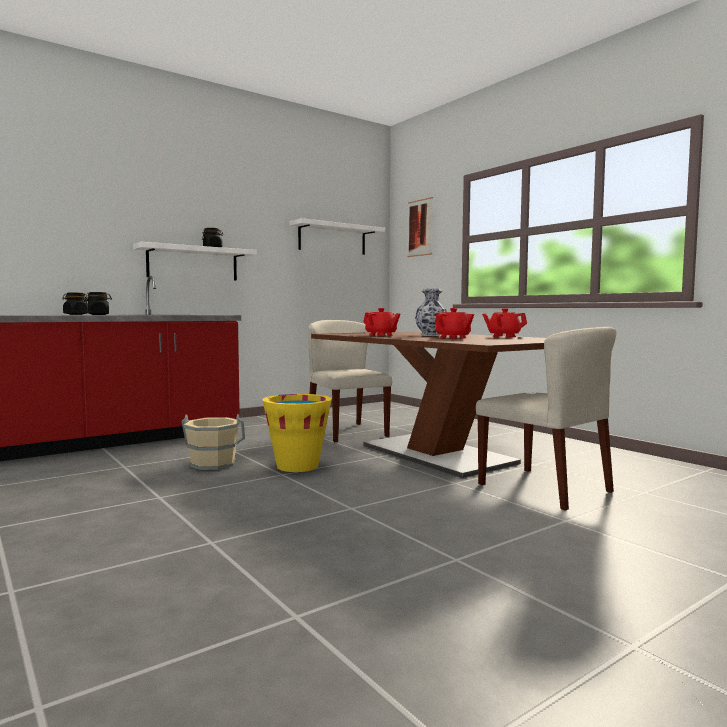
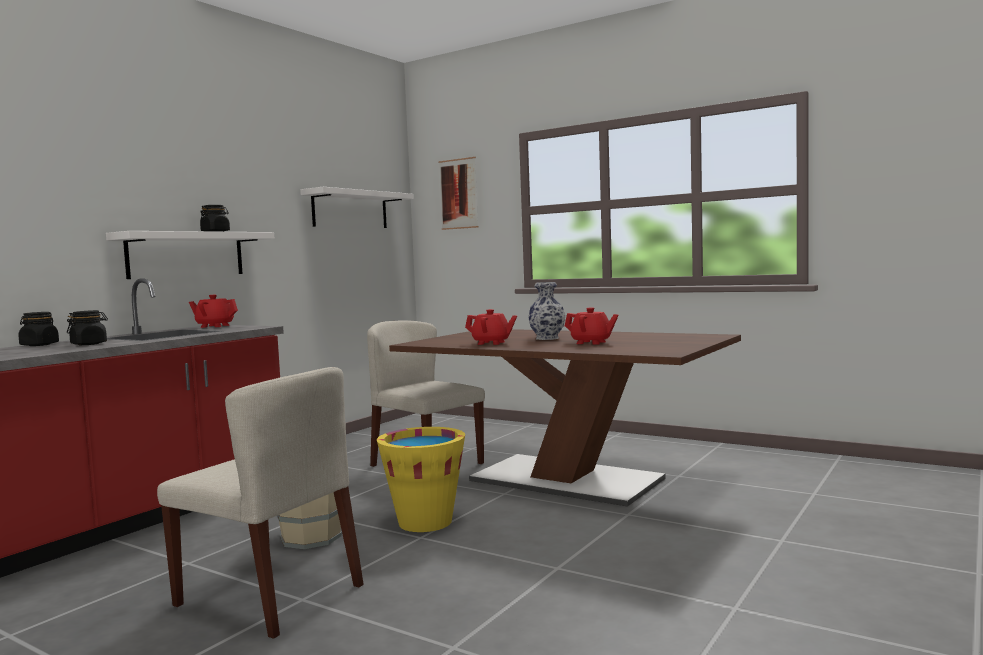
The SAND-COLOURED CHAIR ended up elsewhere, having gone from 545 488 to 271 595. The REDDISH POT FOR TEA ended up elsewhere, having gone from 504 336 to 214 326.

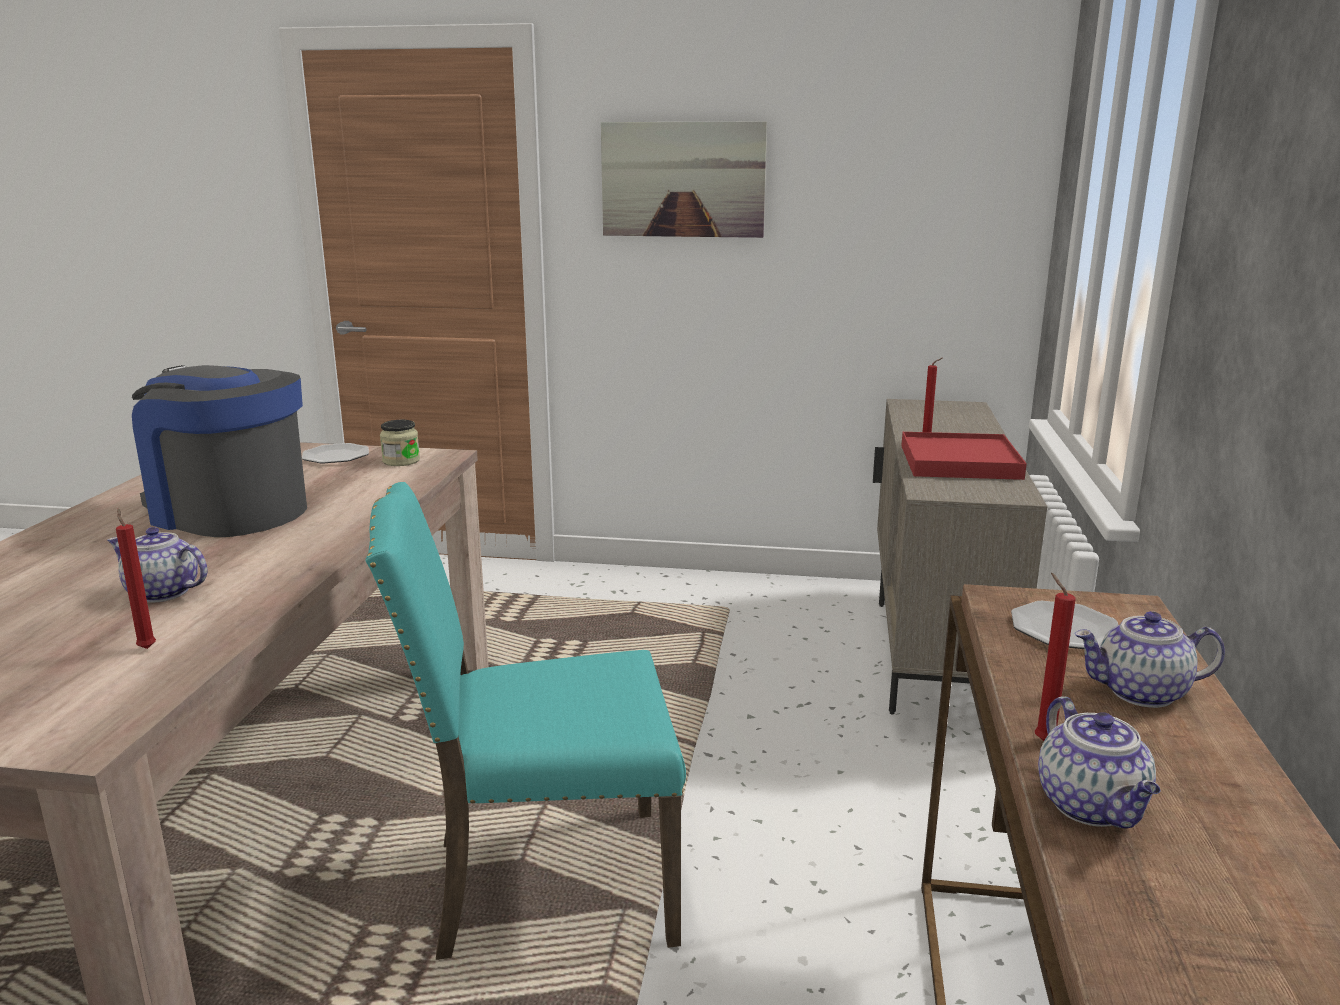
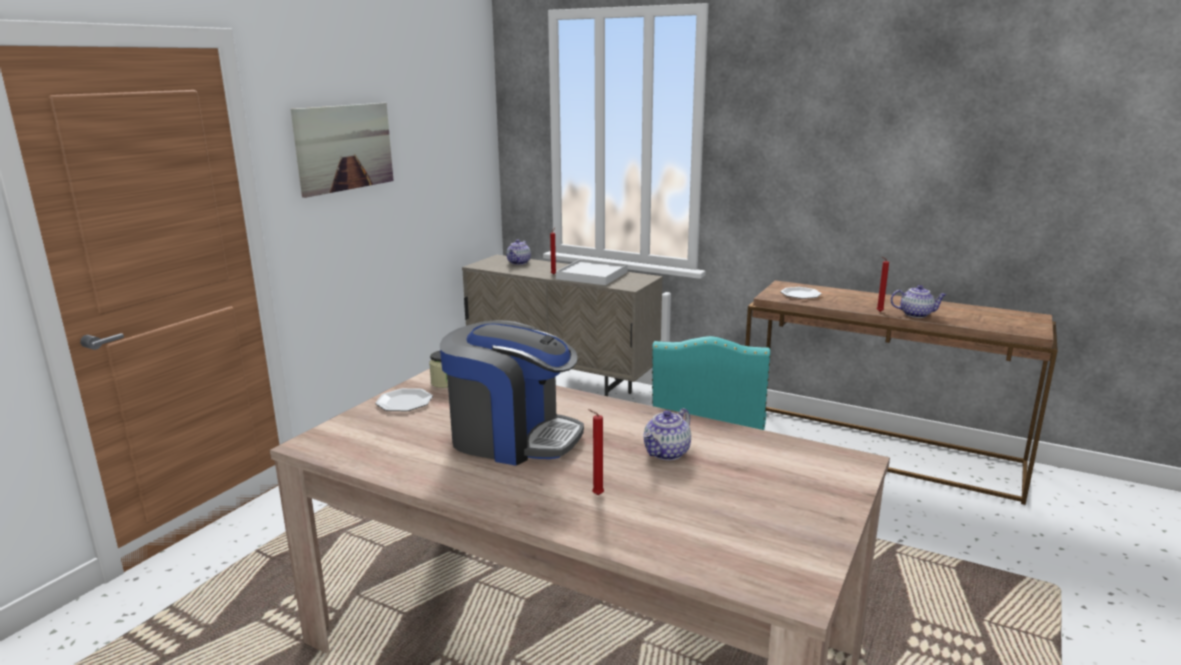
The REDDISH WAX LIGHT ended up elsewhere, having gone from 146 647 to 596 495. The COFFEE BREWER at 228 511 ended up facing another way, 120 degrees counterclockwise from before. What was the REDDISH CARRYING TRAY at 960 462 turned into the WHITE CARRYING TRAY at 592 275. The POT FOR TEA ended up elsewhere, having gone from 1140 693 to 519 263.

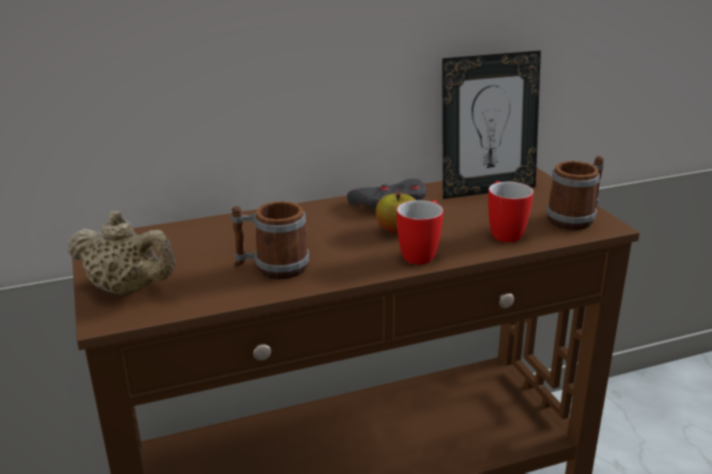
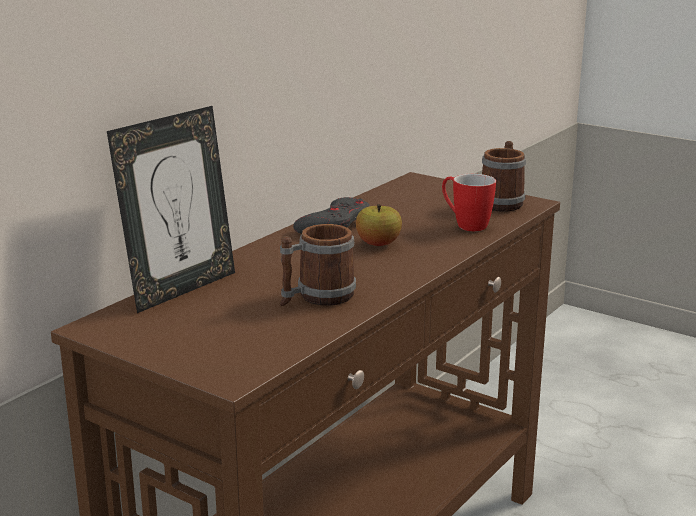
The second view lost the SAND-COLOURED POT FOR TEA at 128 290. The second view lost the COFFEE MUG at 422 254. The PICTURE FRAME ended up elsewhere, having gone from 486 189 to 181 289.

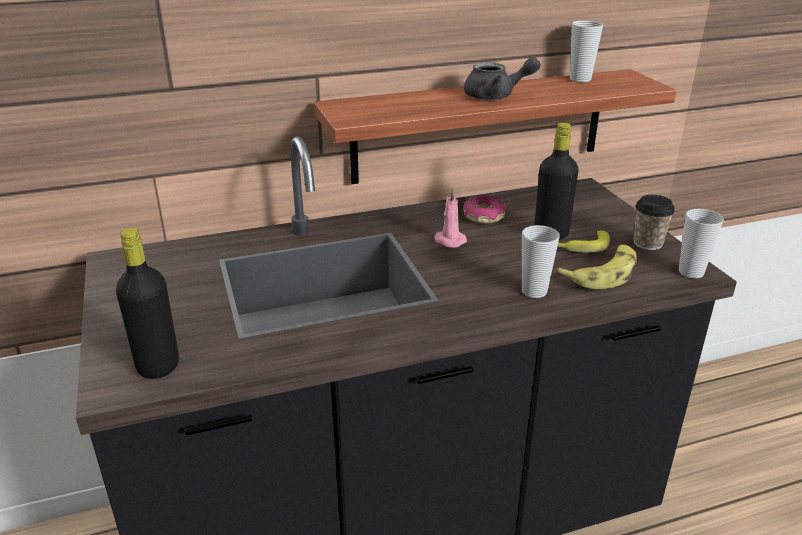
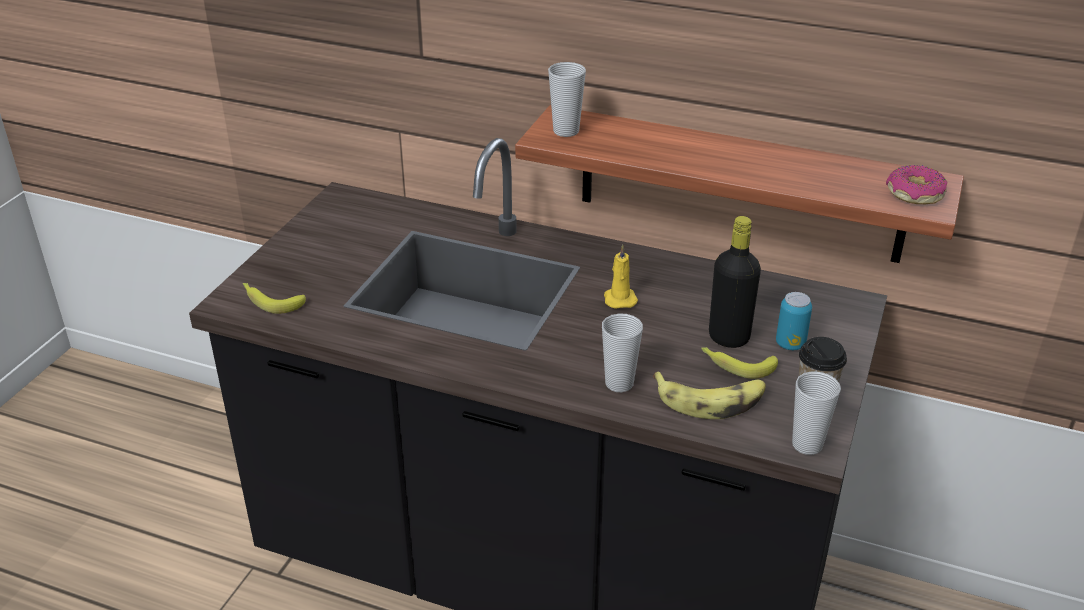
Where the BLACK-COLOURED DRINK BOTTLE stood at 158 366, the BANANA FRUIT came to stand at 271 301. What was the PINK WAX LIGHT at 449 240 turned into the YELLOW-COLOURED WAX LIGHT at 619 298. The DONUT ended up elsewhere, having gone from 483 217 to 914 194. The second view lost the GREY POT FOR TEA at 496 96. The SMALL CUP ended up elsewhere, having gone from 580 79 to 566 131. The second view gained the CAN at 790 344.

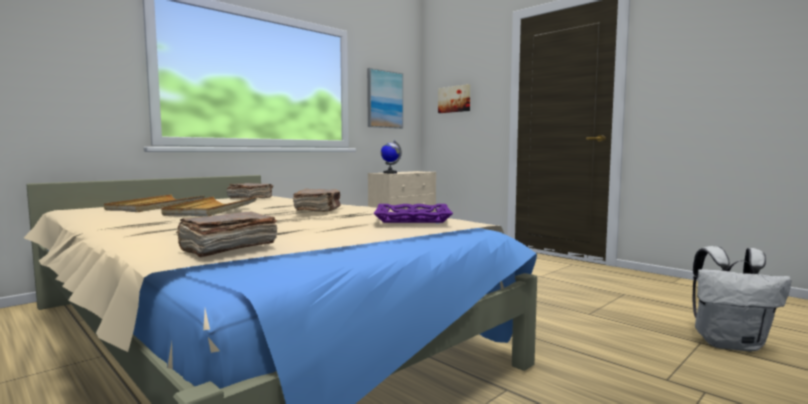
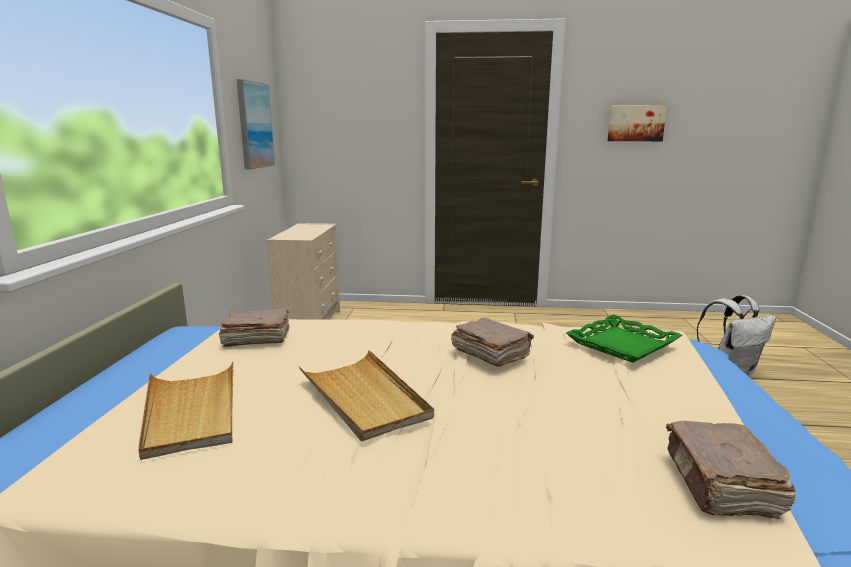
What was the PURPLE-COLOURED CARRYING TRAY at 413 218 turned into the GREENISH CARRYING TRAY at 621 344. The second view lost the DESK GLOBE at 390 173. The WALL PICTURE ended up elsewhere, having gone from 454 99 to 635 123.

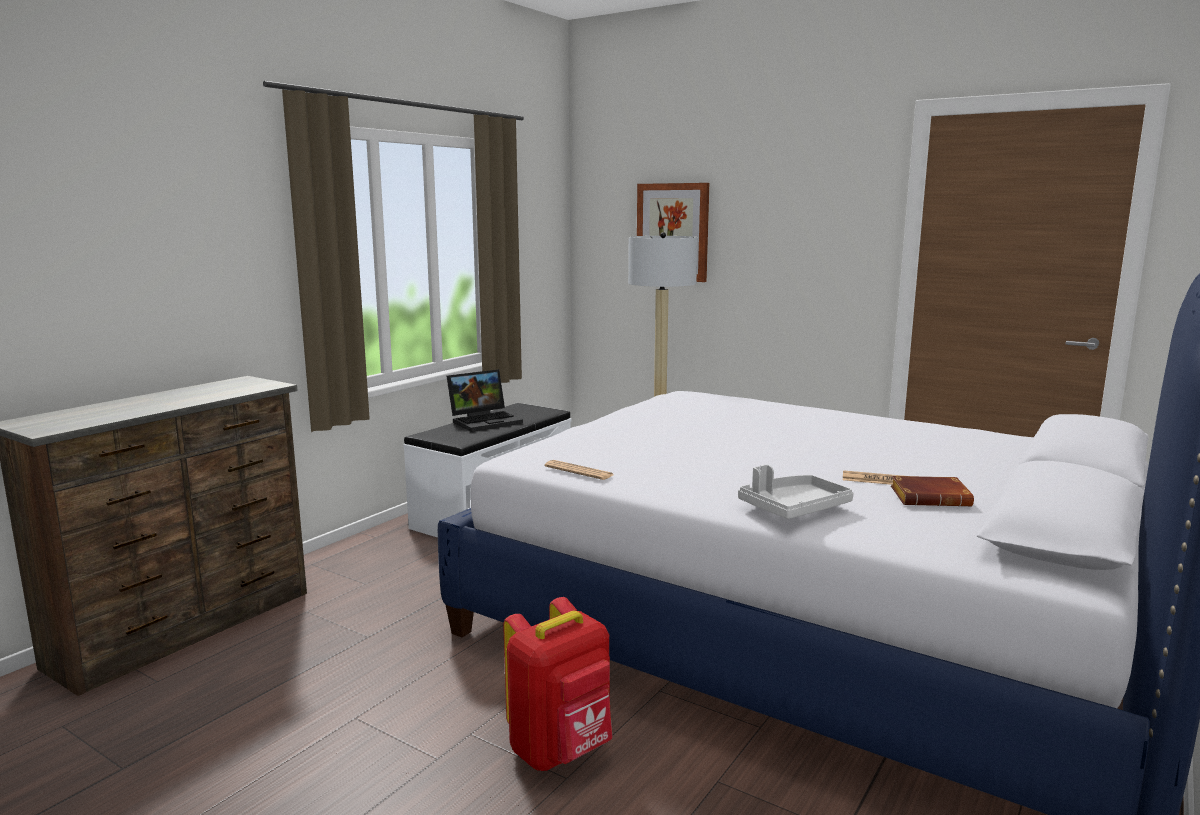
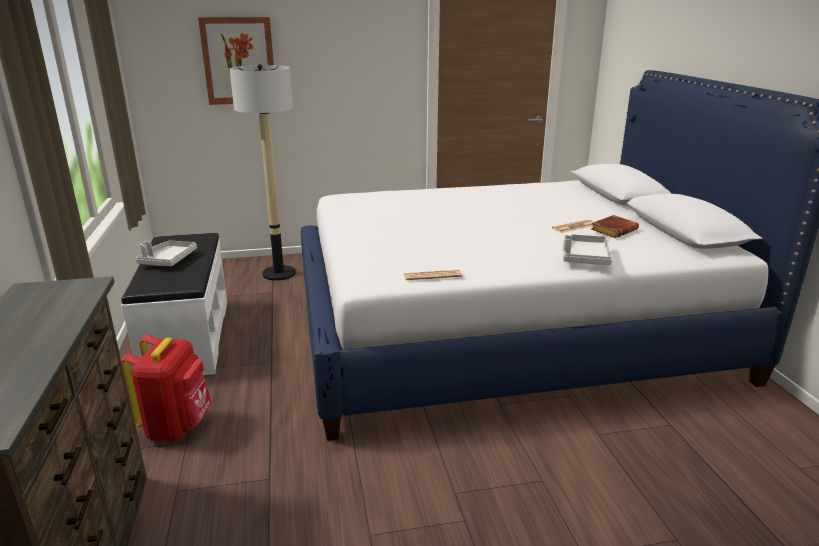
Where the NOTEBOOK COMPUTER stood at 486 421, the GREY CARRYING TRAY came to stand at 168 260. The REDDISH KNAPSACK ended up elsewhere, having gone from 562 750 to 177 426.

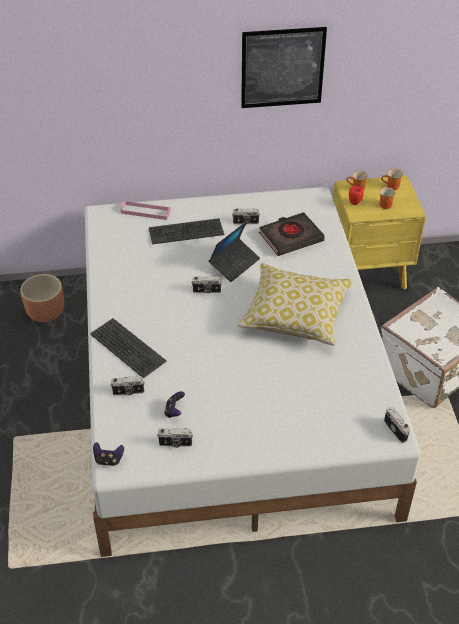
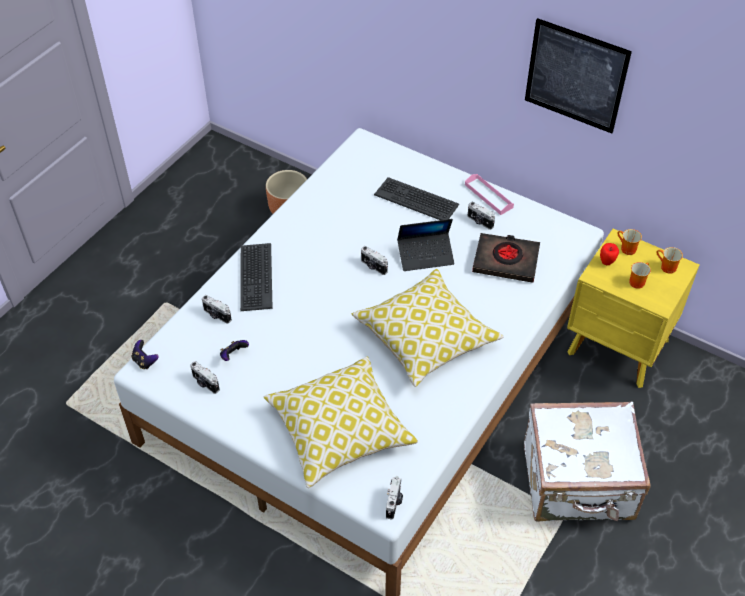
The PINK CARRYING TRAY ended up elsewhere, having gone from 145 212 to 488 196. The second view gained the PILLOW at 339 431.

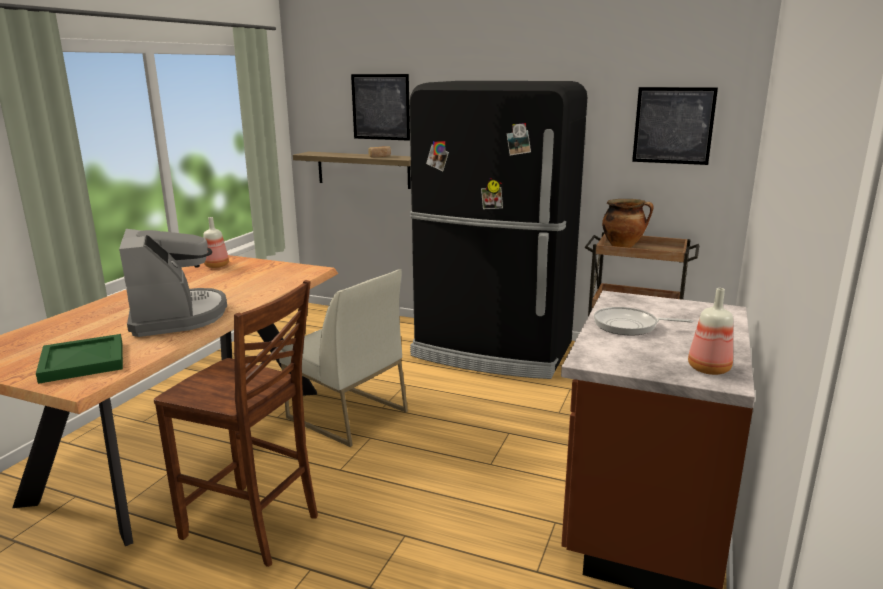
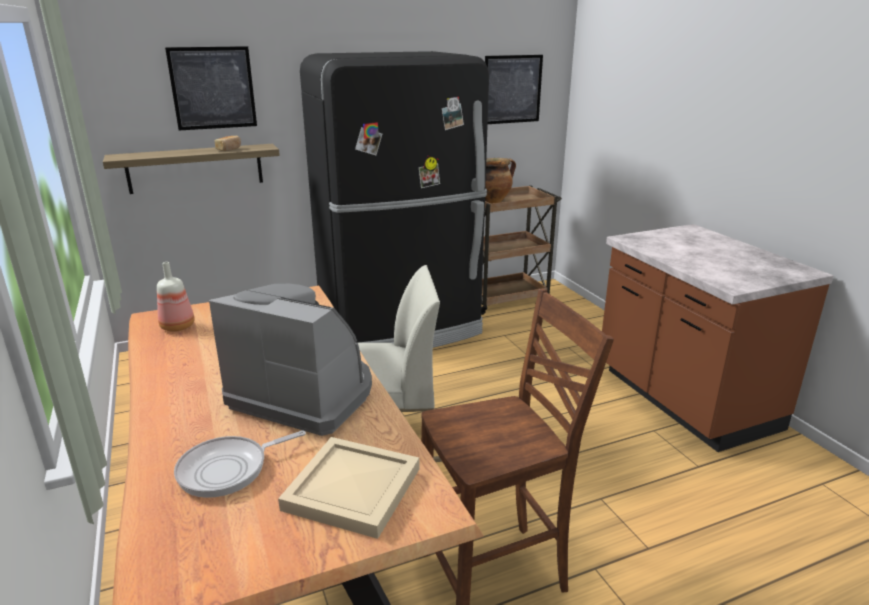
What was the GREENISH CARRYING TRAY at 81 361 turned into the SAND-COLOURED CARRYING TRAY at 350 489. The FRYING PAN ended up elsewhere, having gone from 629 326 to 228 469. The second view lost the DRINK BOTTLE at 708 369.

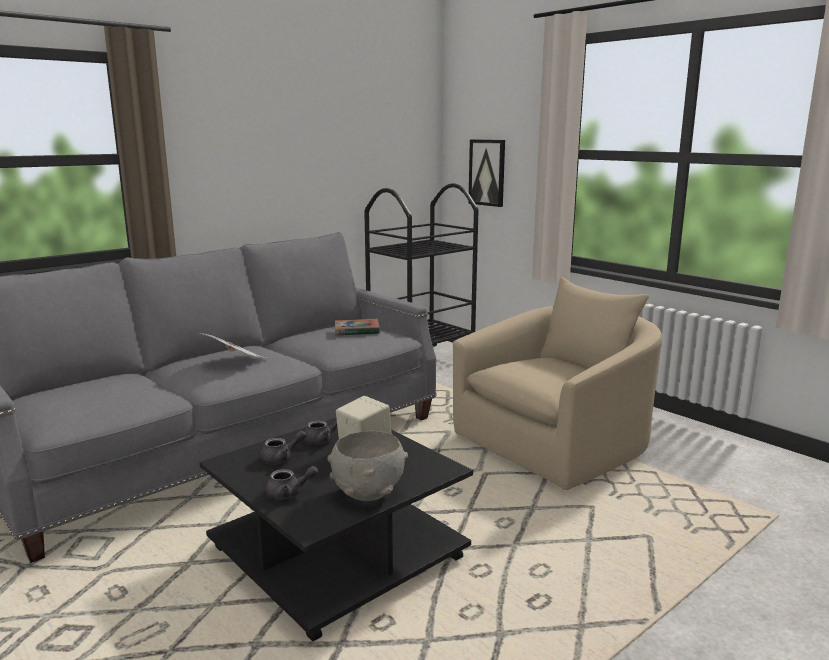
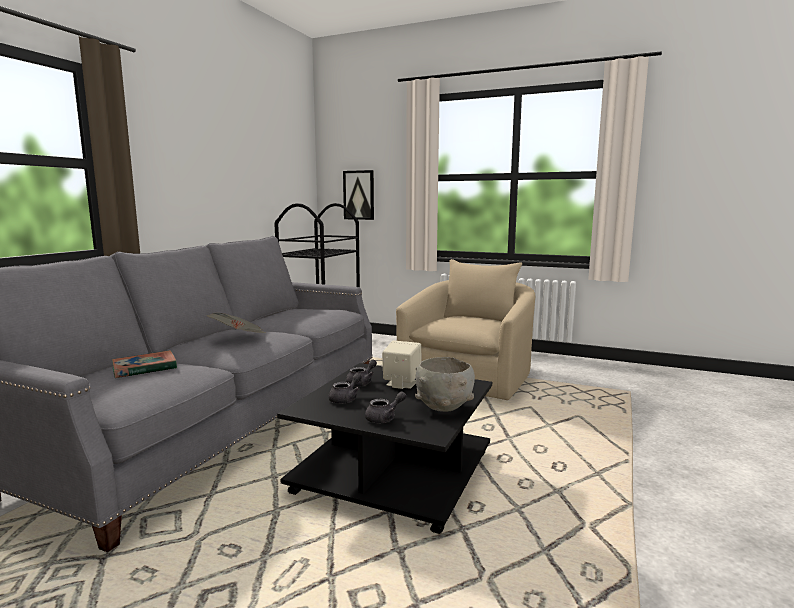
The VOLUME ended up elsewhere, having gone from 357 331 to 144 368.

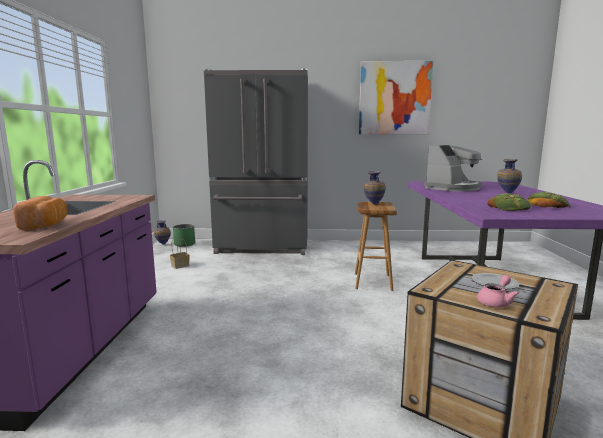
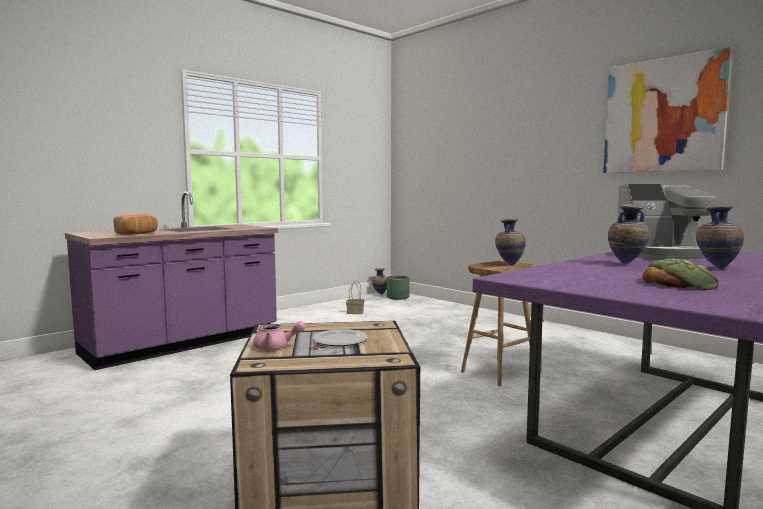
The second view lost the GREY REFRIGERATOR at 263 247. The second view lost the BAKED BREAD at 509 207. The second view gained the FLOWER VASE at 626 264.

